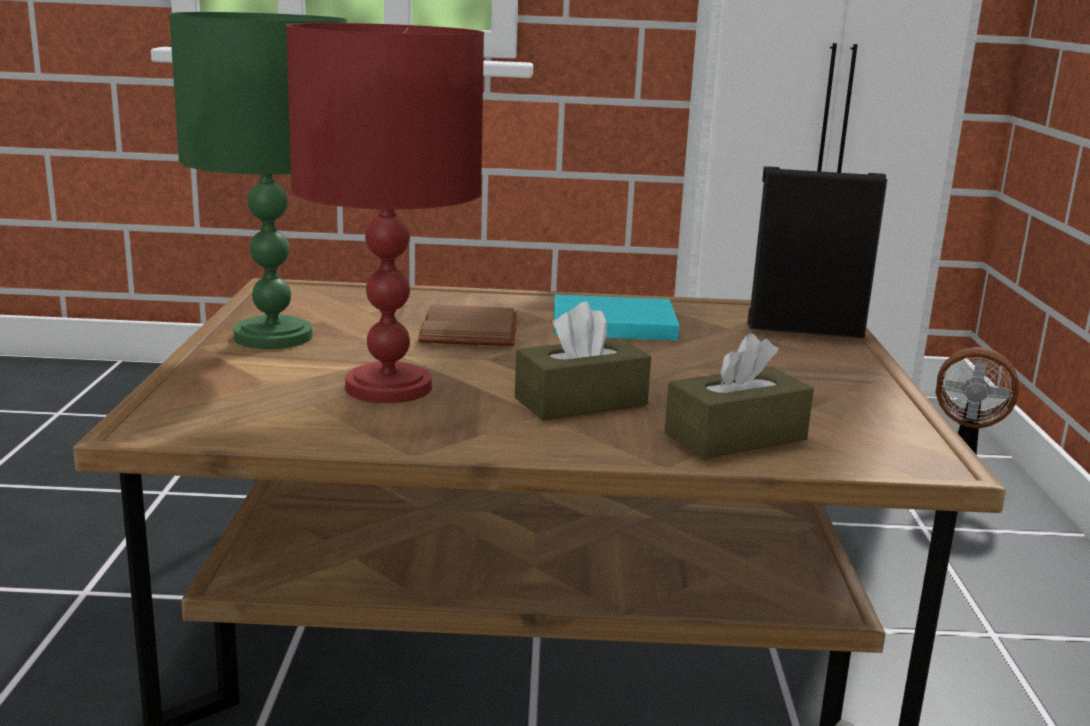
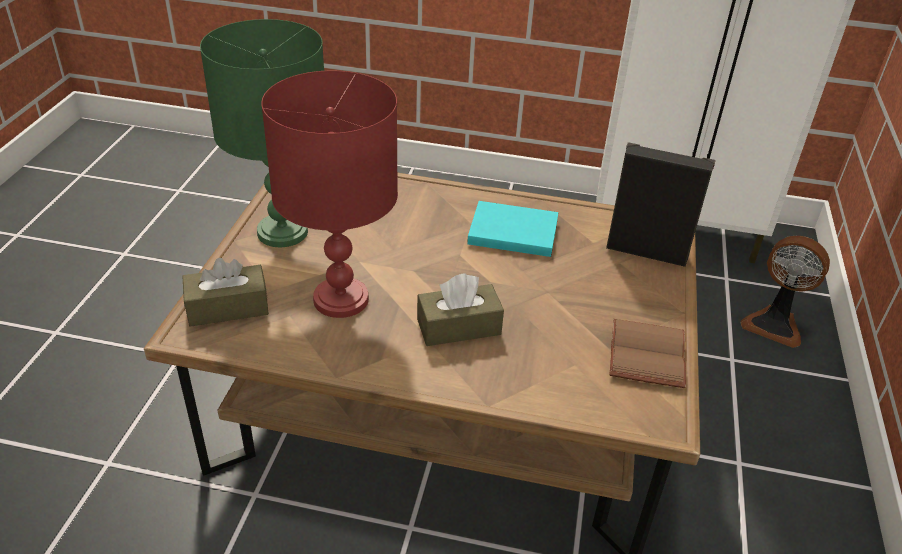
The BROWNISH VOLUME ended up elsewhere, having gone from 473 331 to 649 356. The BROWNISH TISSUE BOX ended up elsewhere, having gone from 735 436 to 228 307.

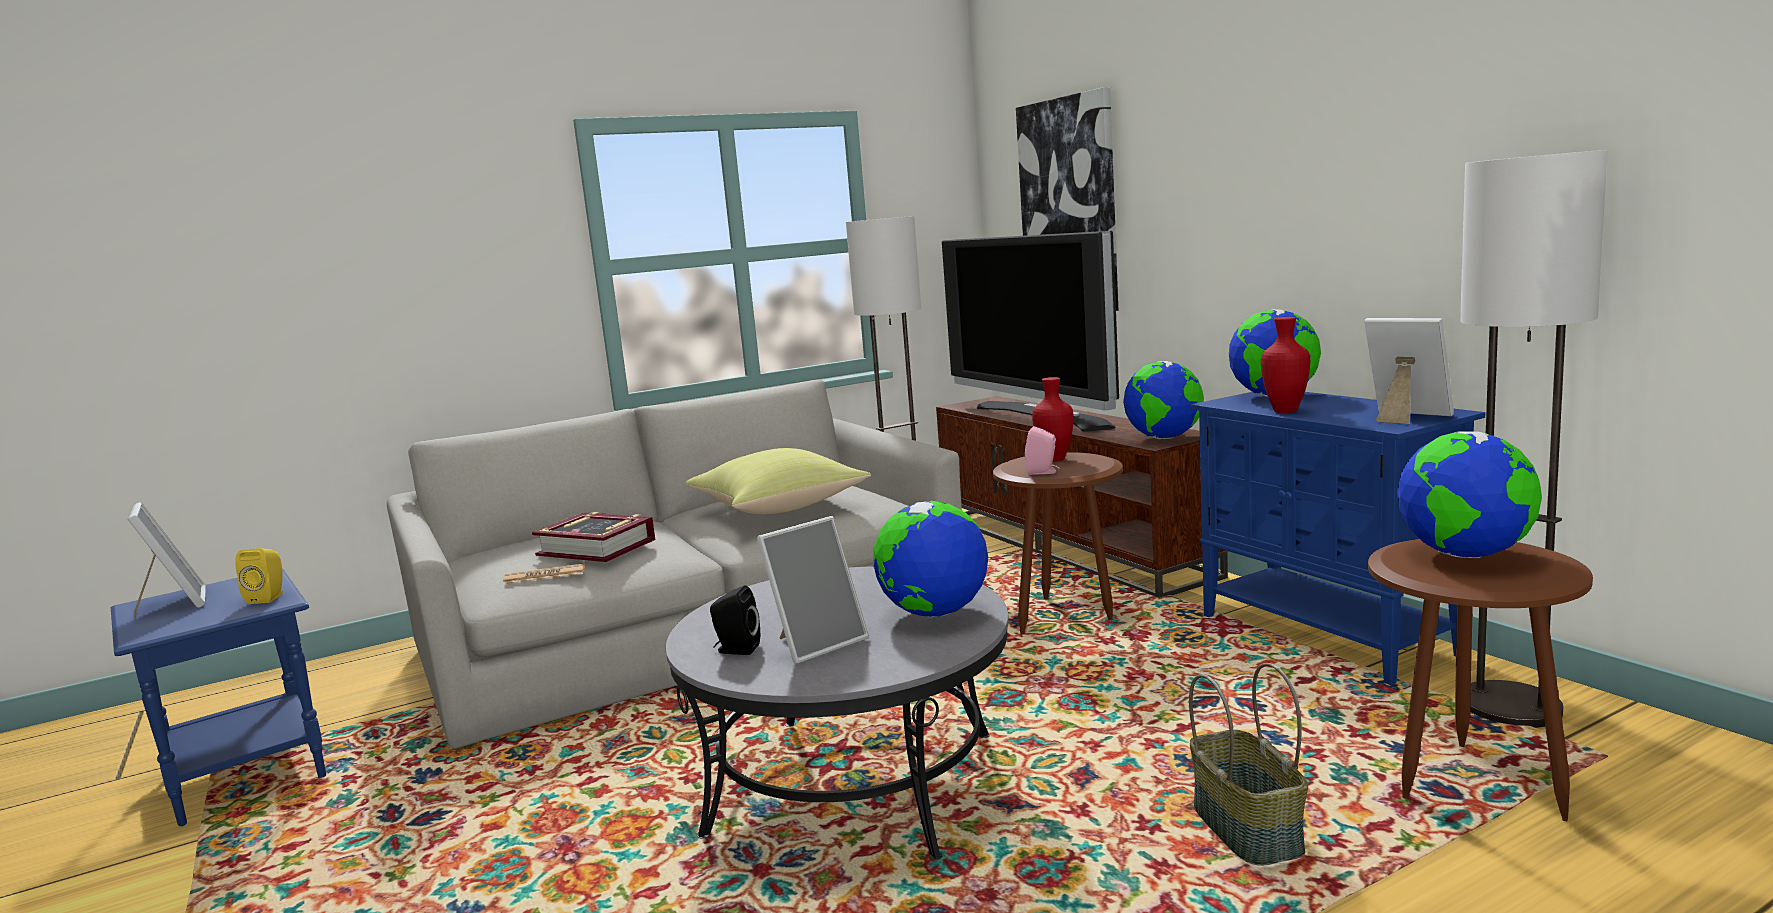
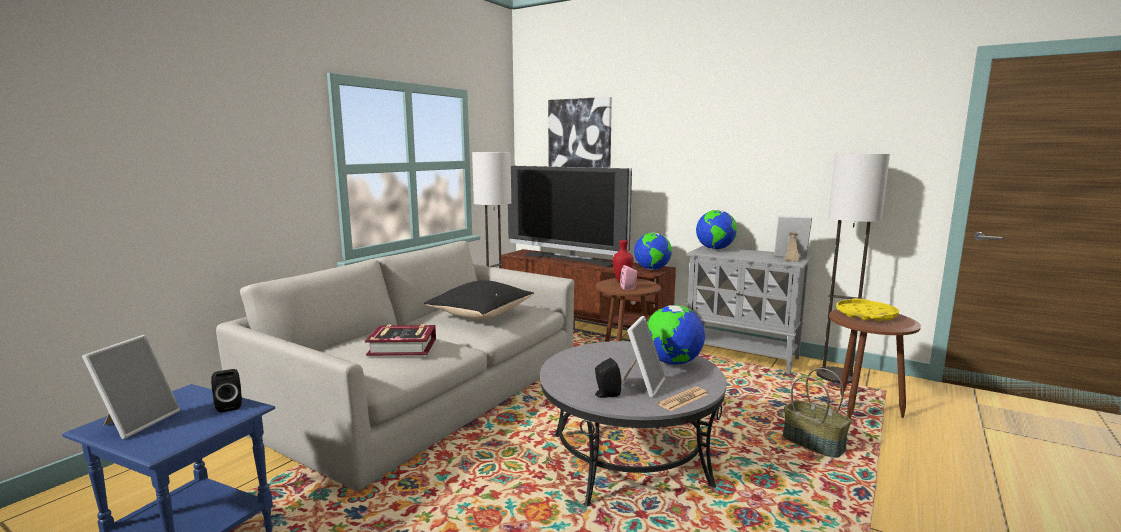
The PICTURE FRAME at 173 604 ended up facing another way, 75 degrees clockwise from before. What was the YELLOW-COLOURED AUDIO SPEAKER at 269 597 turned into the BLACK-COLOURED AUDIO SPEAKER at 230 406. The NEWSPAPER ended up elsewhere, having gone from 544 575 to 683 399. What was the YELLOW-COLOURED PILLOW at 779 508 turned into the BLACK-COLOURED PILLOW at 481 315. What was the BLUE-COLOURED STORAGE CABINET at 1328 636 turned into the GREY STORAGE CABINET at 742 356. The second view lost the REDDISH FLOWER VASE at 1287 411. Where the DESK GLOBE stood at 1465 555, the YELLOW-COLOURED CARRYING TRAY came to stand at 866 315.

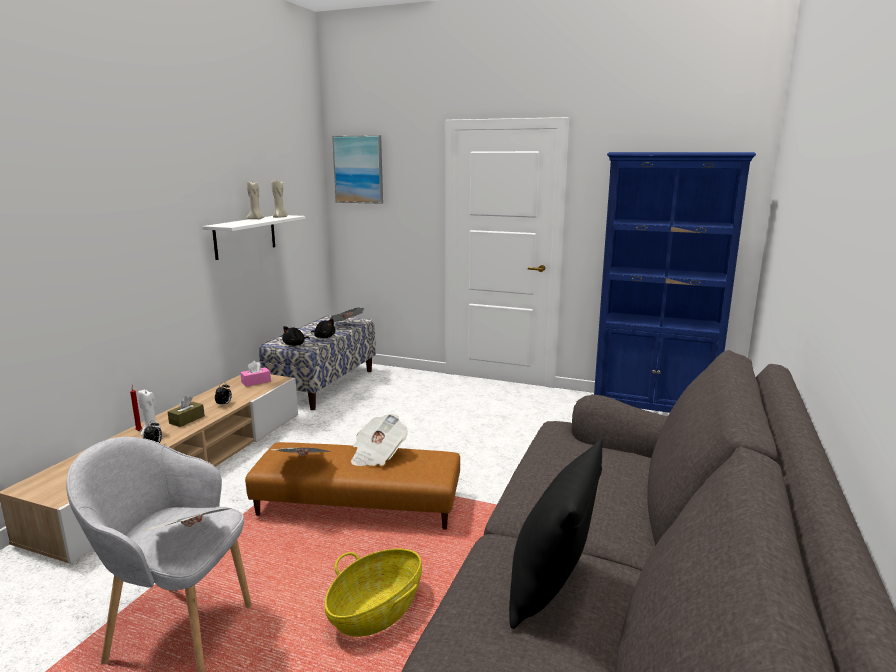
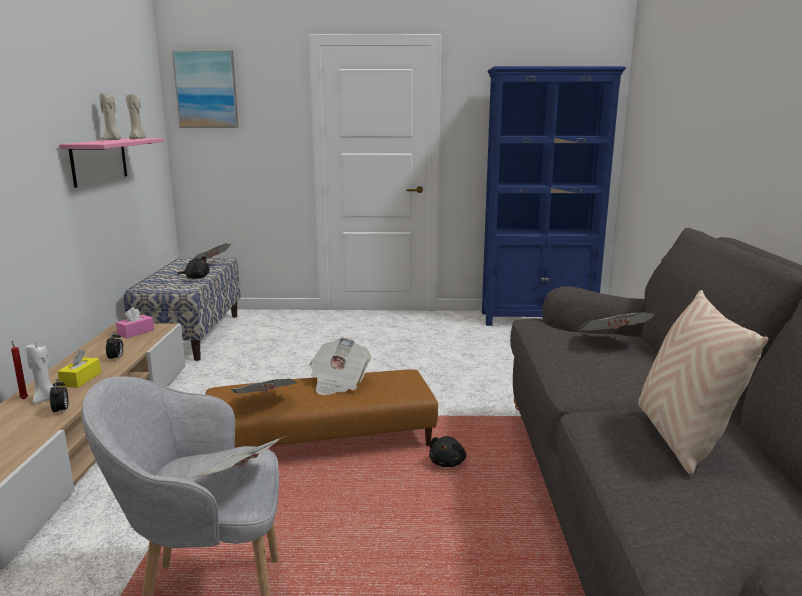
What was the BROWNISH TISSUE BOX at 187 420 turned into the YELLOW-COLOURED TISSUE BOX at 81 379. What was the WHITE WALL SHELF at 245 236 turned into the PINK WALL SHELF at 99 161. The BLACK-COLOURED PLUSH TOY ended up elsewhere, having gone from 295 345 to 447 463. The second view lost the HOUSEHOLD BASKET at 376 611. What was the BLACK-COLOURED PILLOW at 550 587 turned into the SAND-COLOURED PILLOW at 680 438. The second view gained the NEWSPAPER at 612 341.

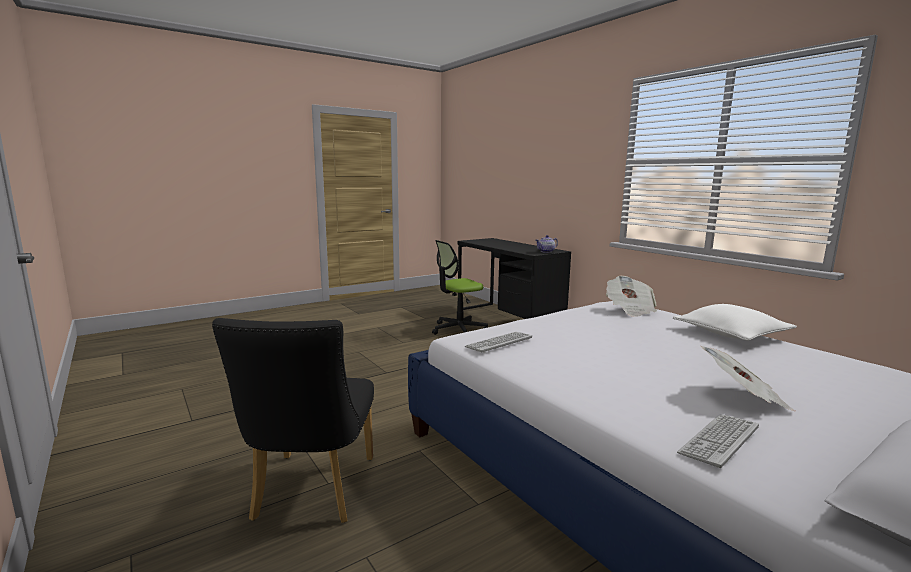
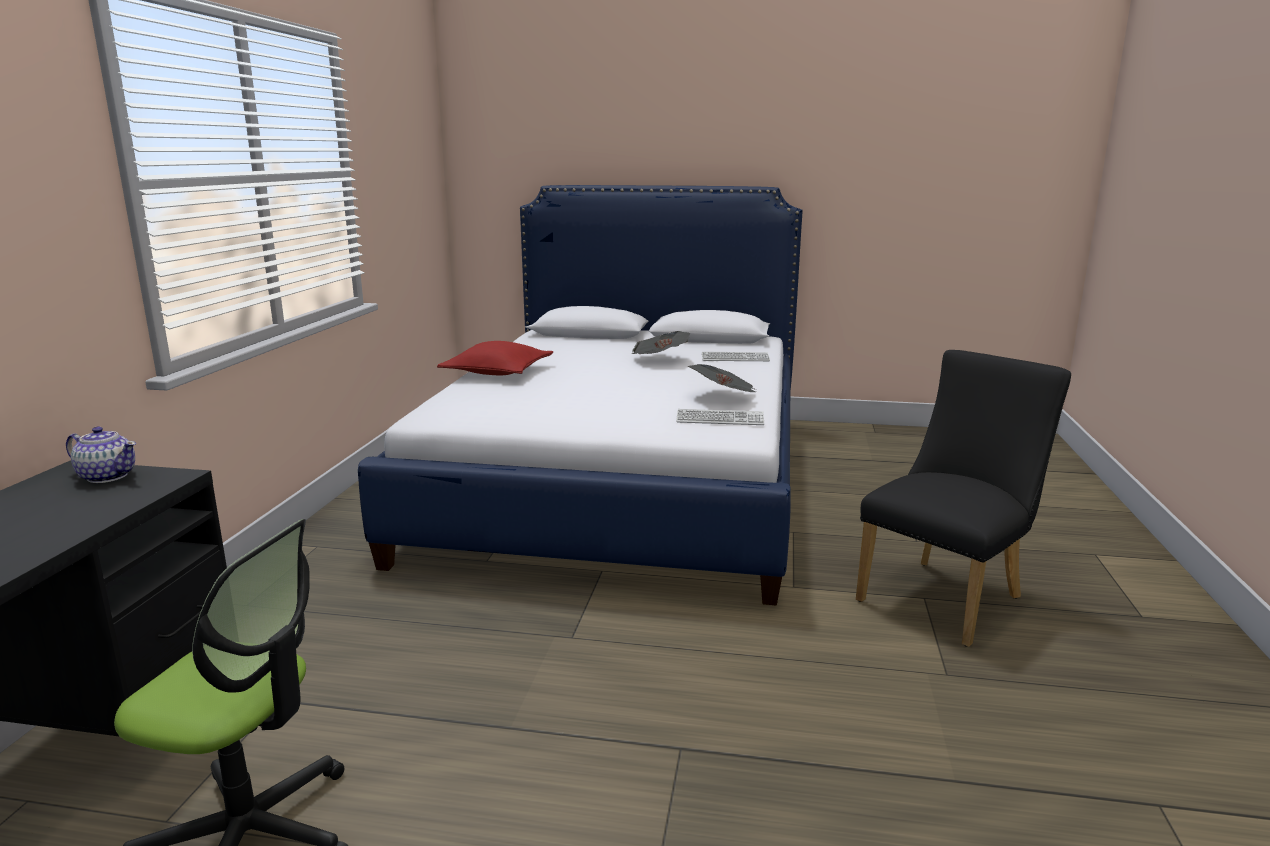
The NEWSPAPER ended up elsewhere, having gone from 629 309 to 724 397. What was the WHITE PILLOW at 731 334 turned into the REDDISH PILLOW at 497 372.

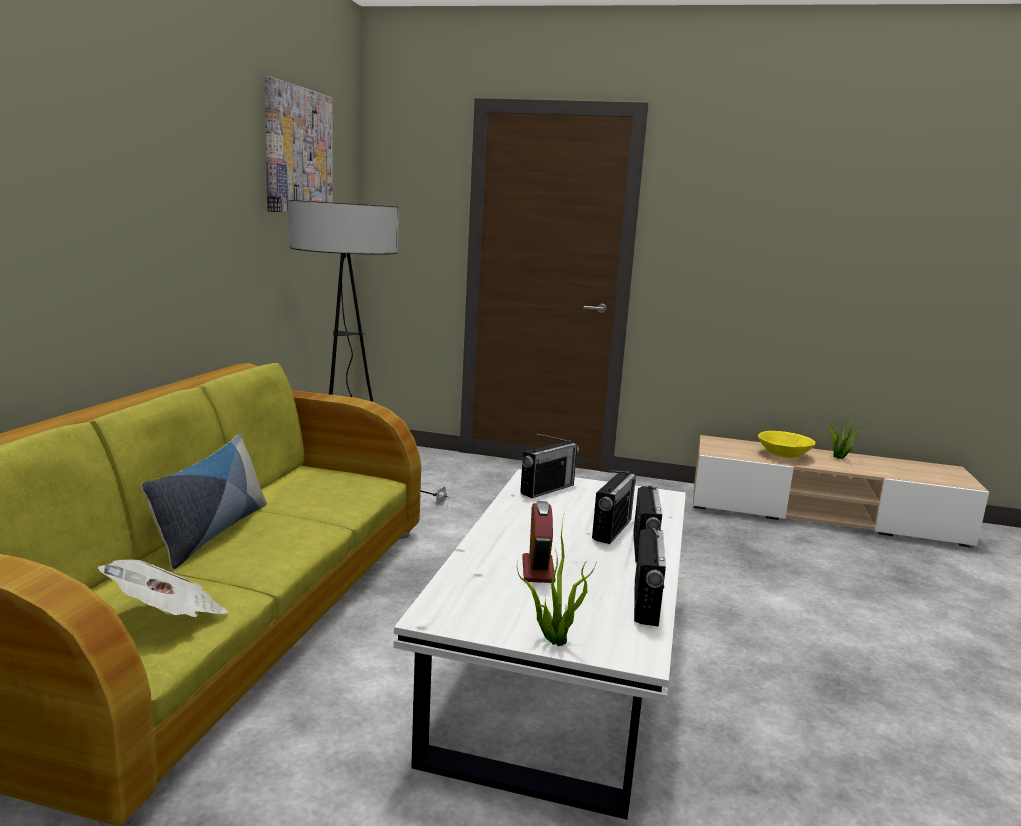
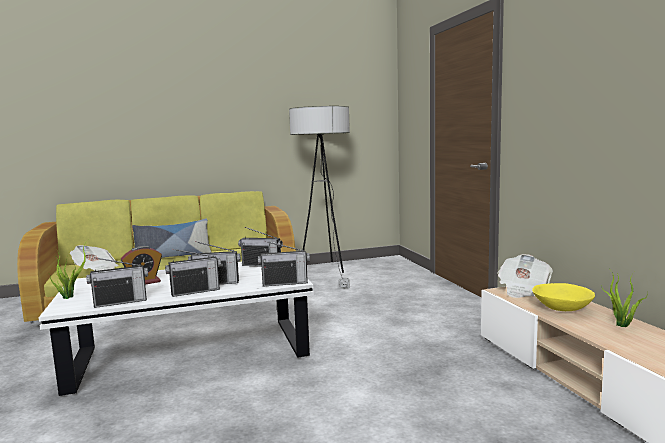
The second view lost the WALL PICTURE at 298 151. The second view gained the RADIO SET at 285 283. The second view gained the NEWSPAPER at 523 290.

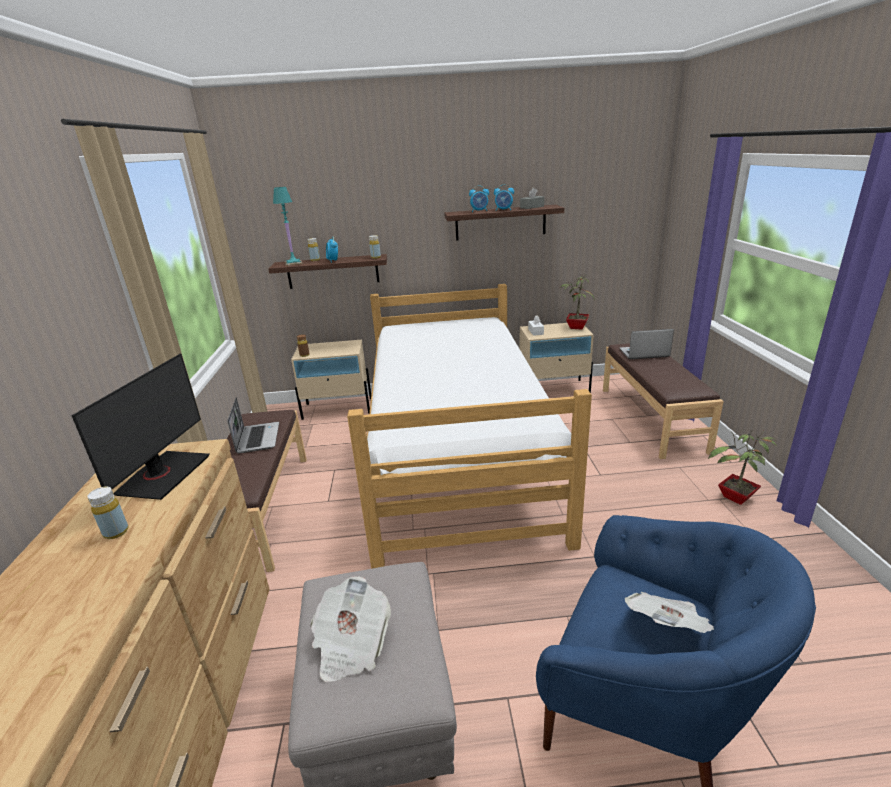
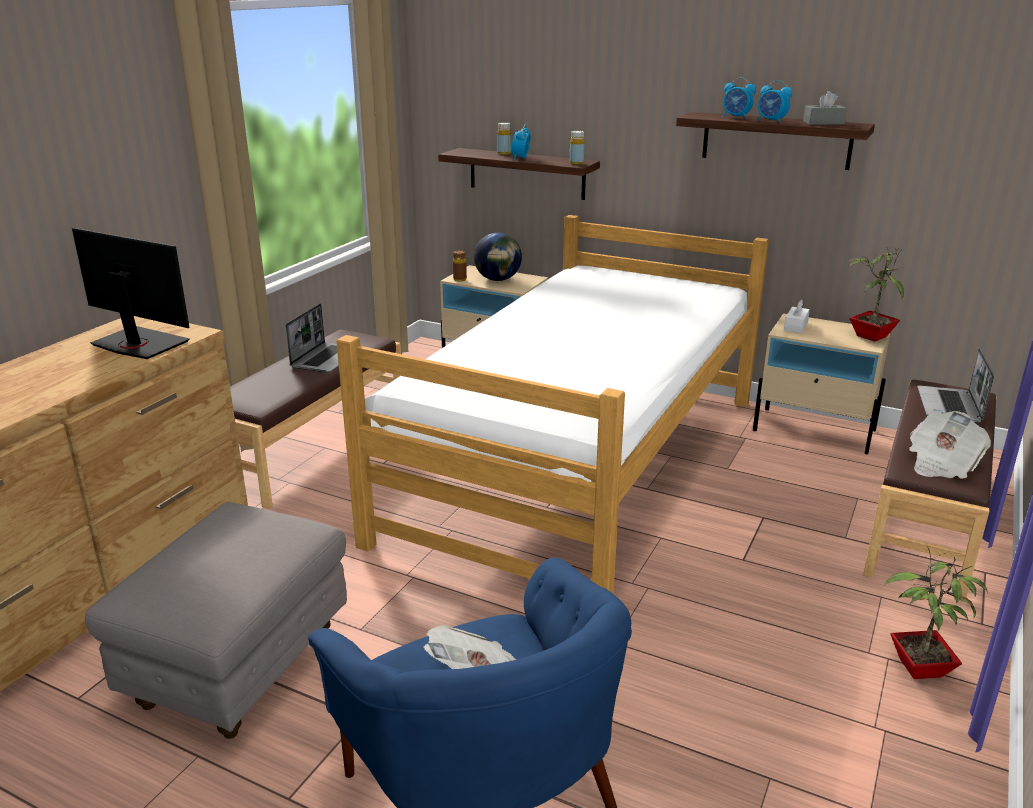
The COMPUTER SCREEN at 163 475 ended up facing another way, 105 degrees counterclockwise from before. The second view lost the YELLOW-COLOURED DRINK BOTTLE at 116 532. The second view lost the BLUE-GREEN TABLETOP LAMP at 294 263. The NEWSPAPER ended up elsewhere, having gone from 351 644 to 941 463. The NOTEBOOK COMPUTER at 643 353 ended up facing another way, 105 degrees counterclockwise from before. The second view gained the DESK GLOBE at 498 279.

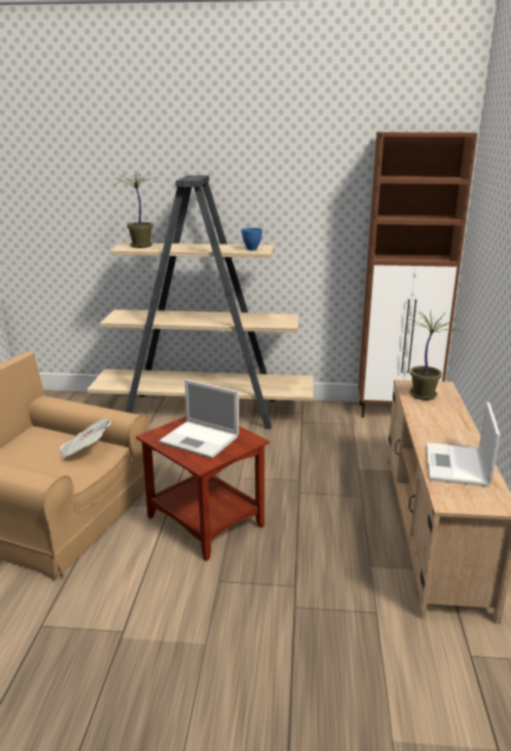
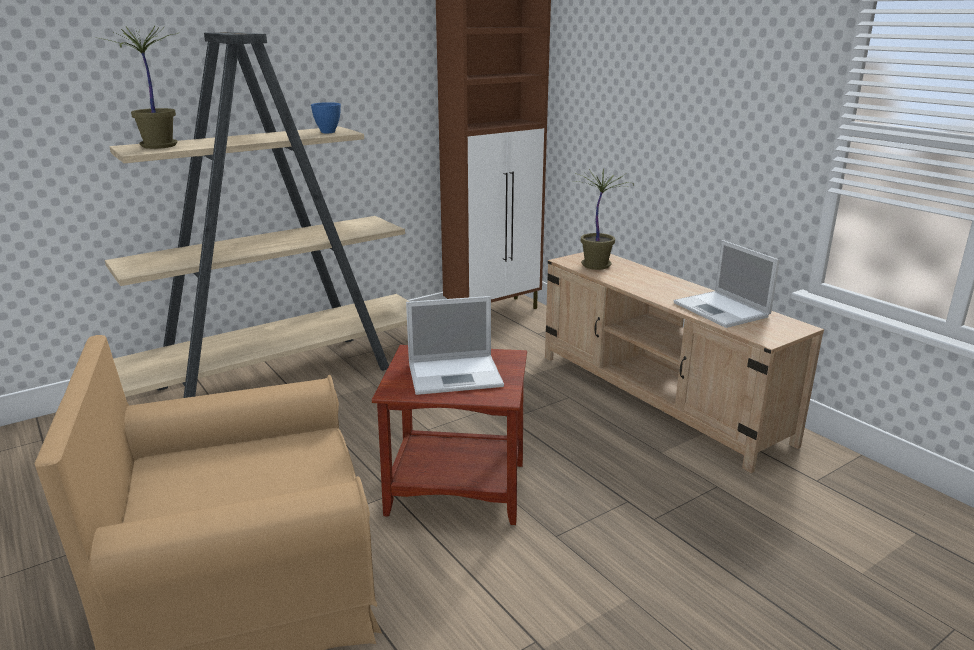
The second view lost the NEWSPAPER at 85 450.

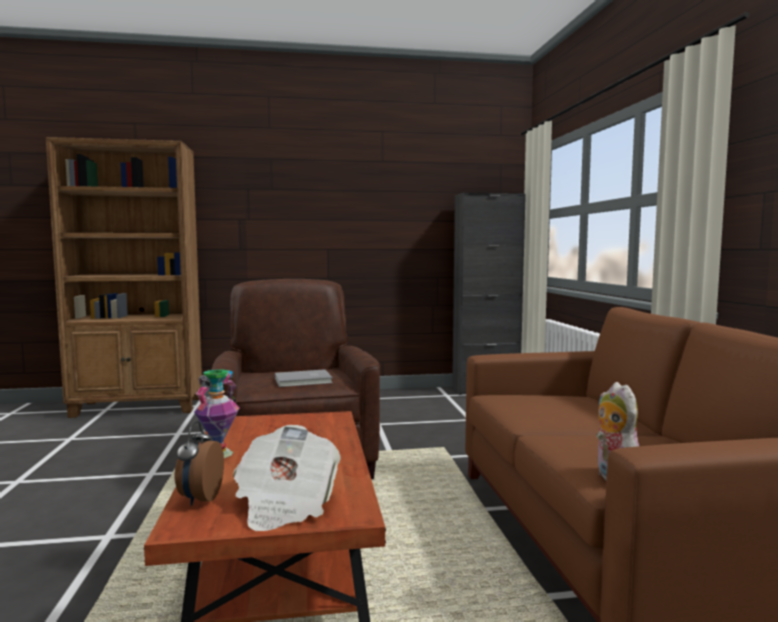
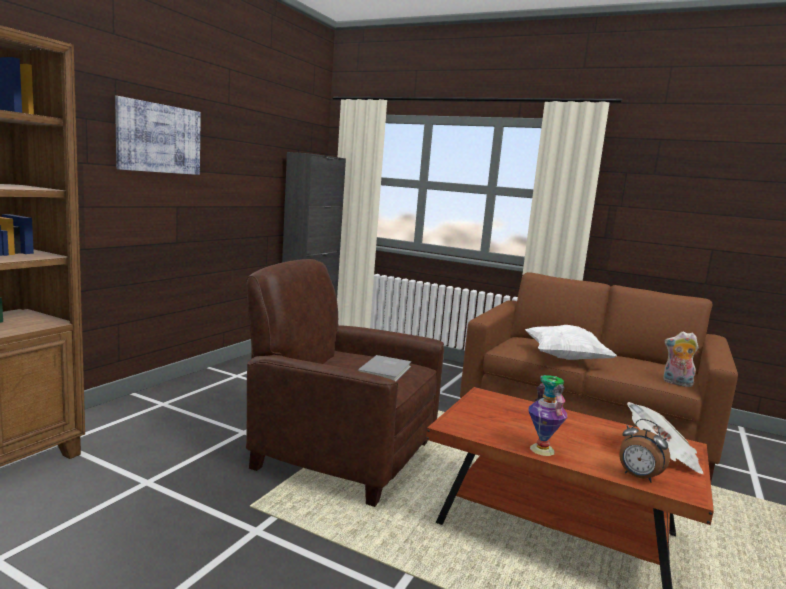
The second view gained the WALL PICTURE at 159 138. The second view gained the WHITE PILLOW at 565 358.

